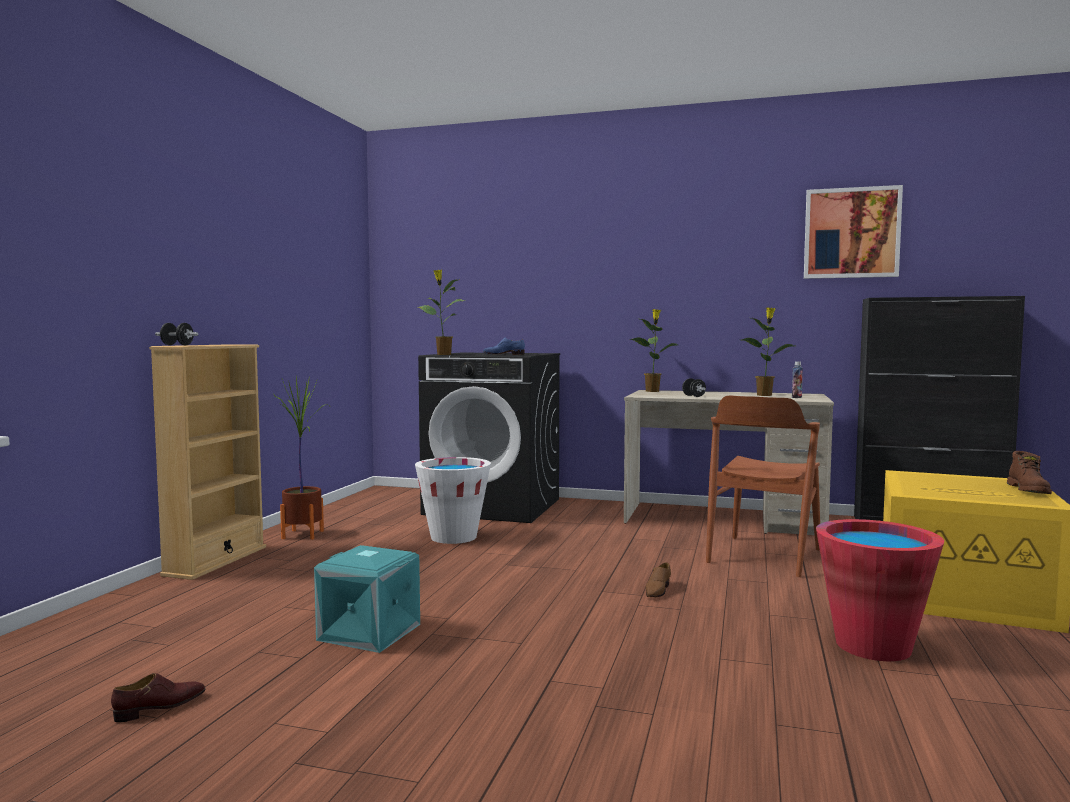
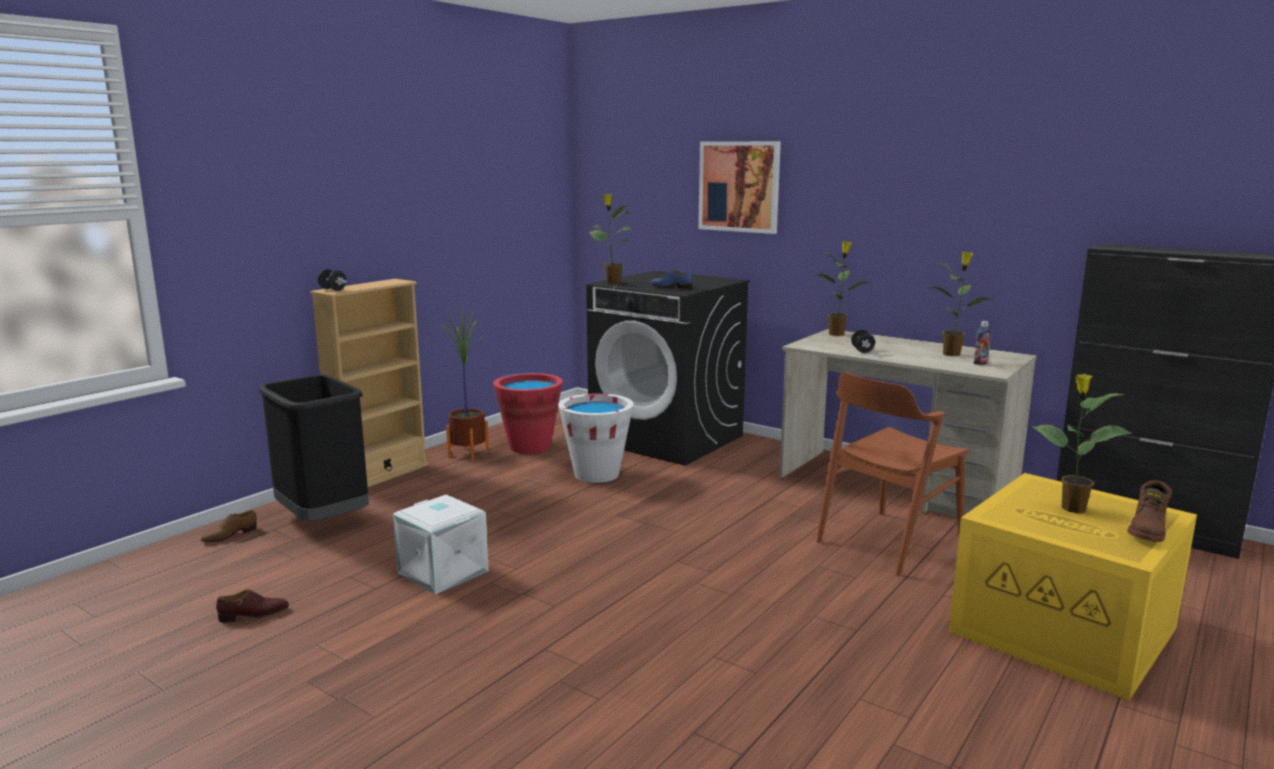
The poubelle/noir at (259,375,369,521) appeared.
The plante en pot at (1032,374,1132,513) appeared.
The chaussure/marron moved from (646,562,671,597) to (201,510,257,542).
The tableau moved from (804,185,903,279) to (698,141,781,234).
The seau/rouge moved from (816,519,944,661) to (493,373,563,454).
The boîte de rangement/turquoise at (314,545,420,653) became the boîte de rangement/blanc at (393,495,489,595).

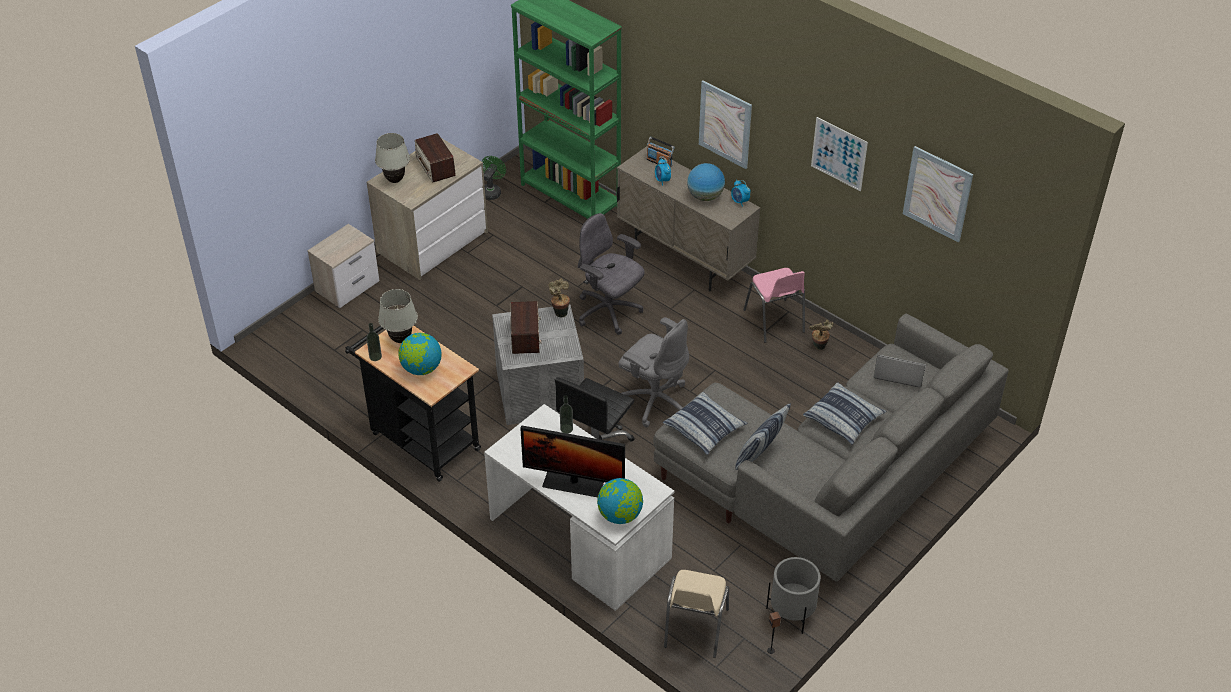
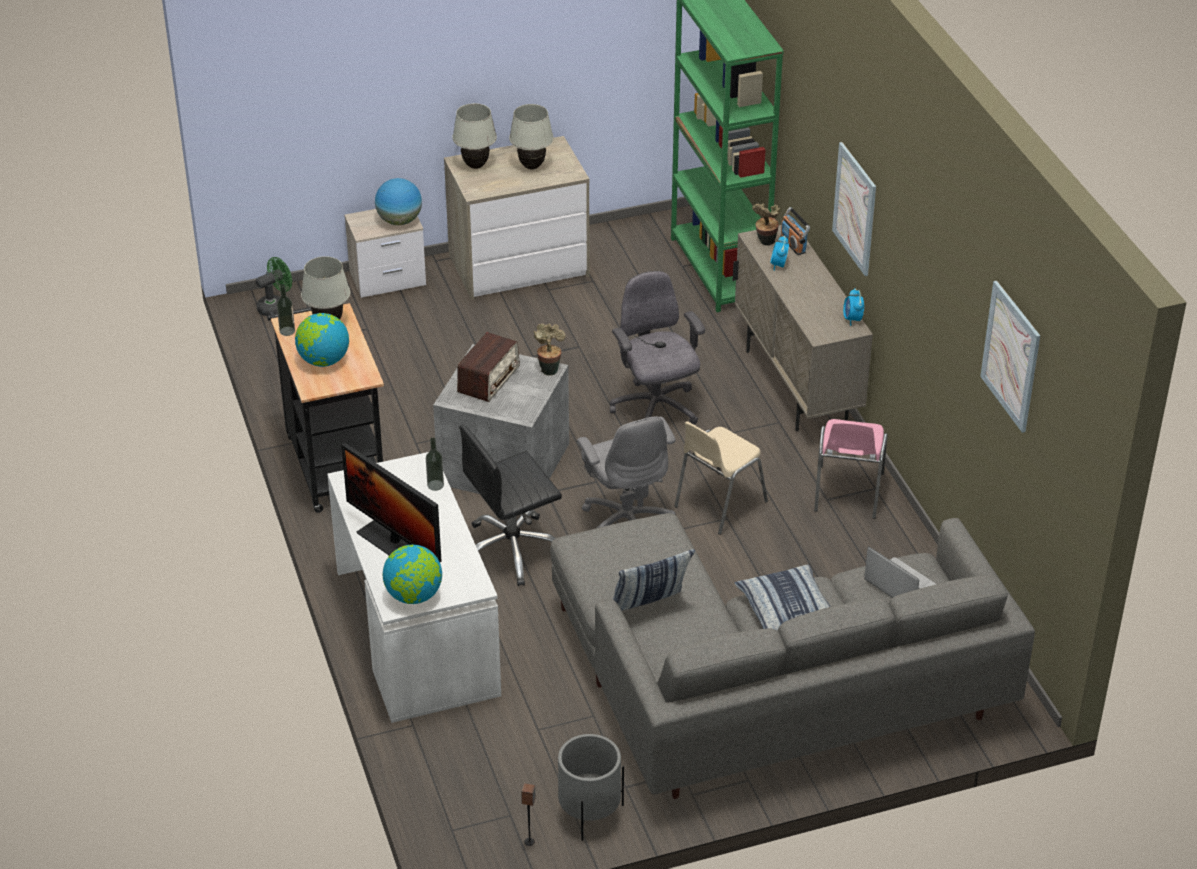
The coussin at (663,392,748,455) disappeared.
The tableau at (811,117,868,191) disappeared.
The ventilateur/vert moved from (482,156,506,200) to (256,257,292,316).
The chaise/beige moved from (664,570,729,658) to (674,421,768,535).
The globe moved from (687,163,725,201) to (375,178,422,225).
The plante en pot moved from (809,320,833,350) to (752,203,781,245).
The radio at (415,133,456,182) was replaced by the lampe de table/blanc at (509,104,554,169).

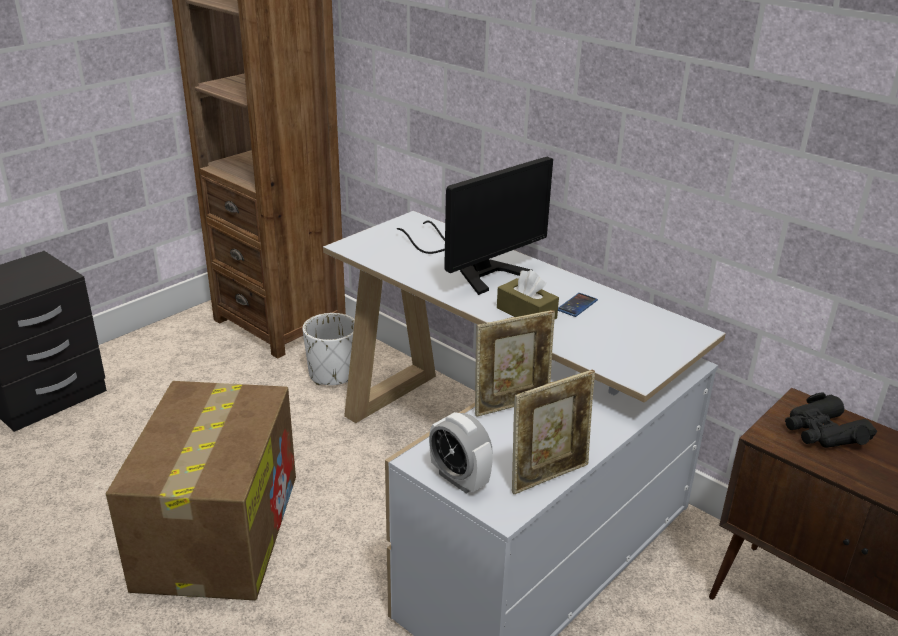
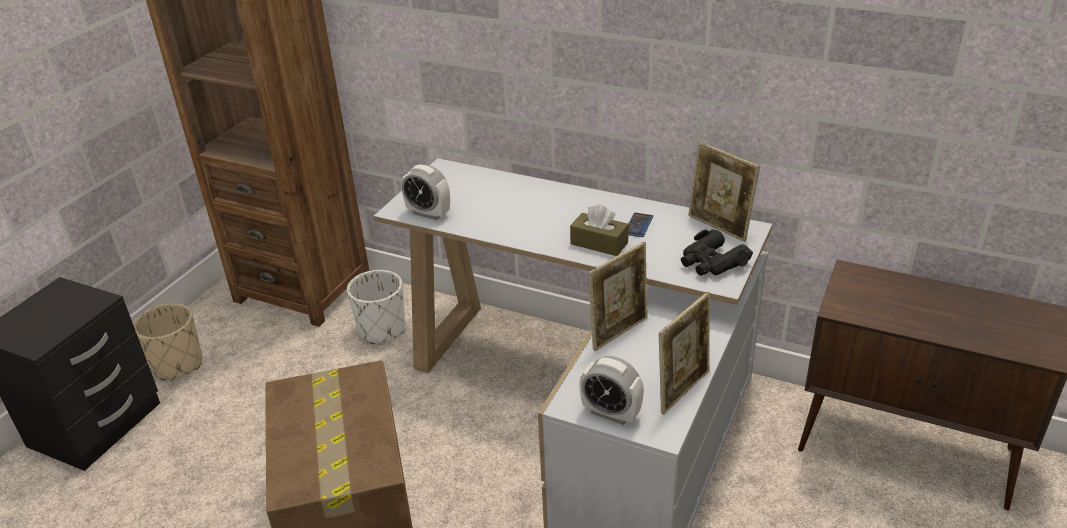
The écran d'ordinateur at (397,157,553,295) disappeared.
The cache-pot/beige at (133,303,202,381) appeared.
The réveil at (401,164,450,220) appeared.
The cadre photo at (688,142,760,242) appeared.
The jumelles/noir moved from (785,393,877,448) to (681,229,753,276).

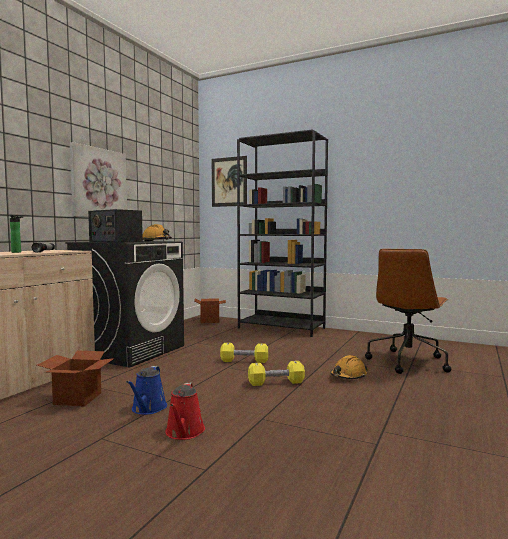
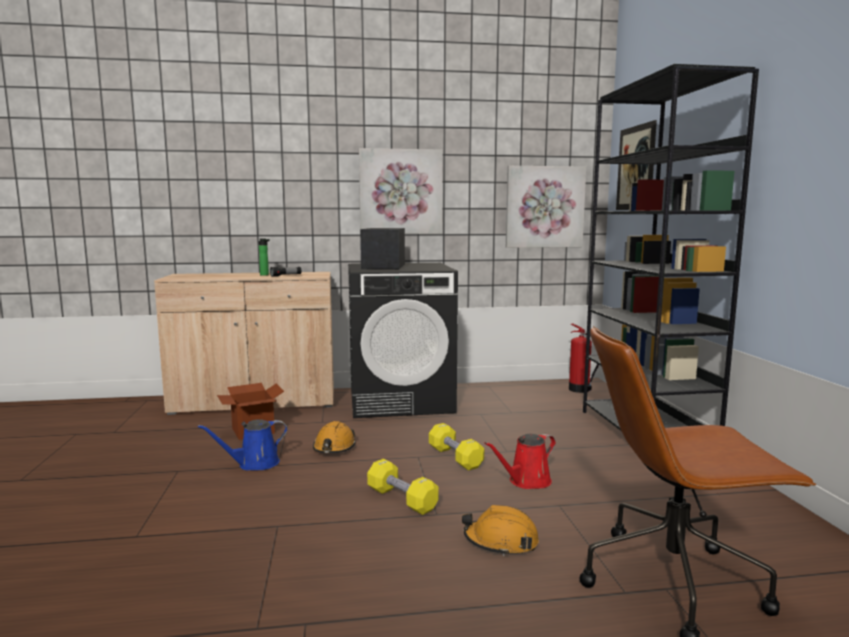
The tableau at (506,166,586,248) appeared.
The casque de chantier/orange moved from (143,224,172,241) to (313,421,356,453).
The arrosoir/rouge moved from (165,383,205,440) to (484,434,556,489).
The carton at (194,298,226,323) was replaced by the extincteur at (569,323,599,393).

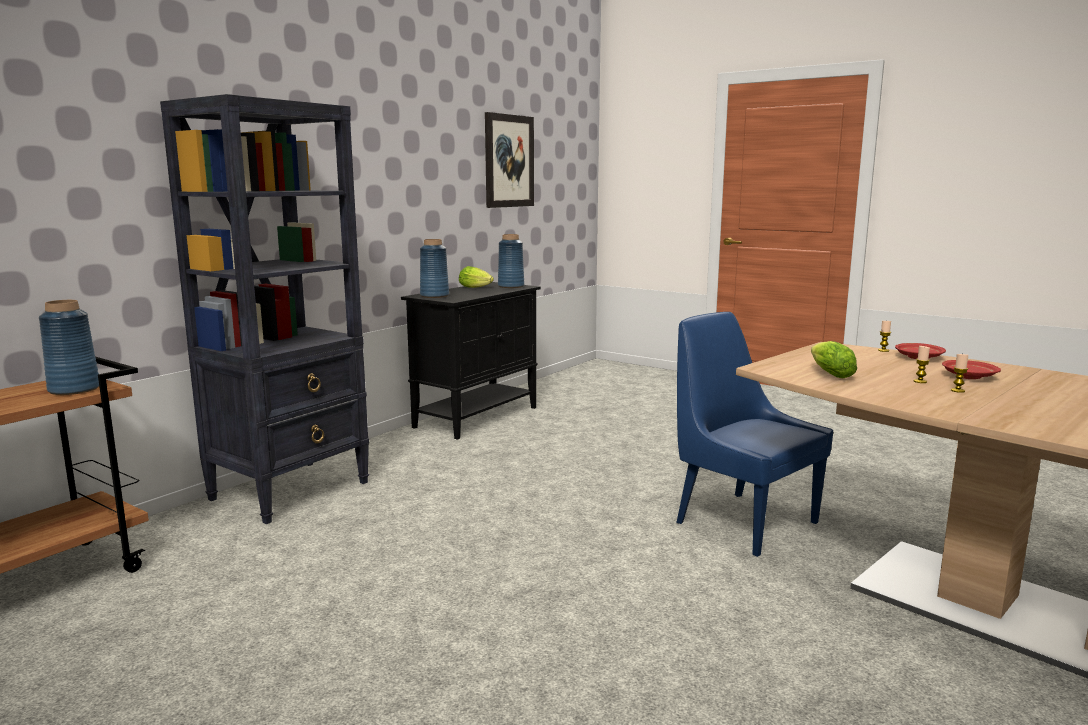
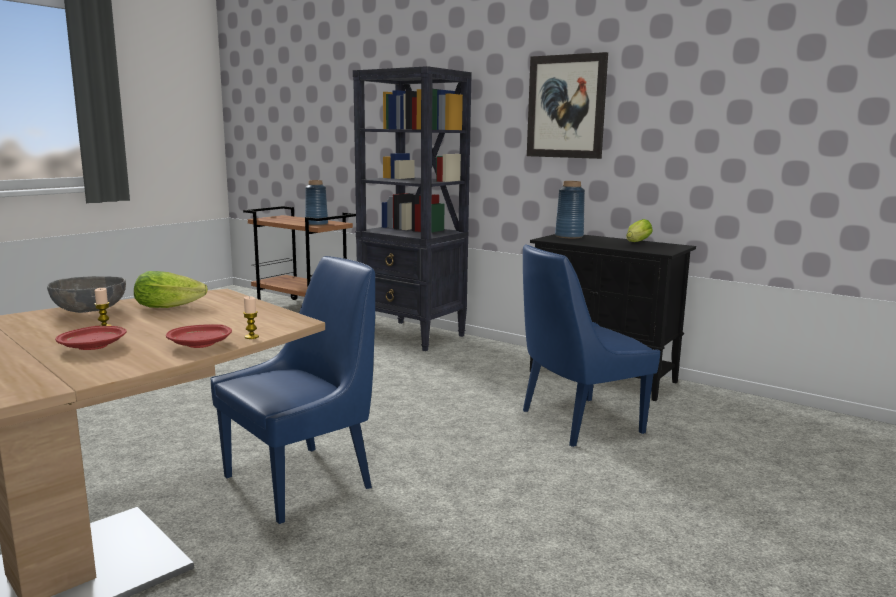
The vase/bleu at (498,234,524,288) disappeared.
The bougie at (951,354,968,393) disappeared.
The bol/gris at (47,276,126,313) appeared.
The chaise/bleu at (523,244,660,447) appeared.
The tableau moved from (485,112,534,208) to (527,52,608,159).

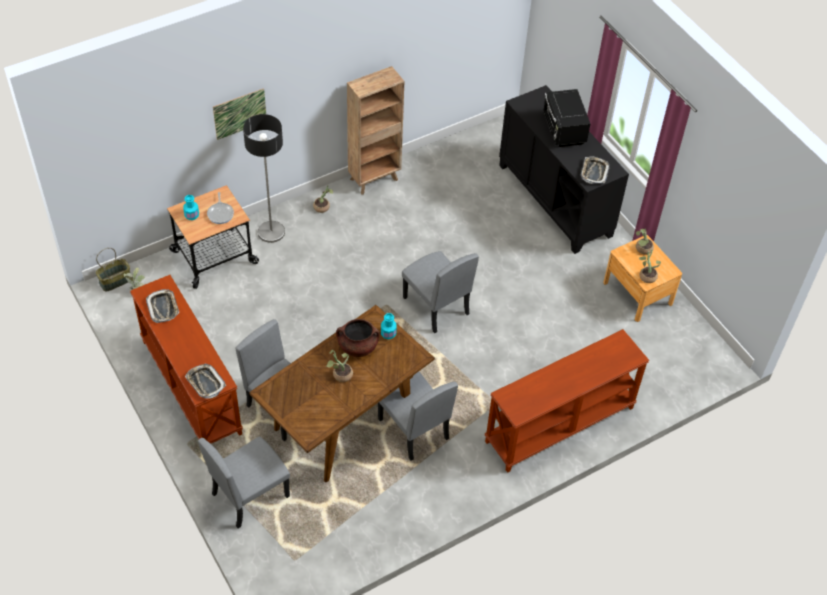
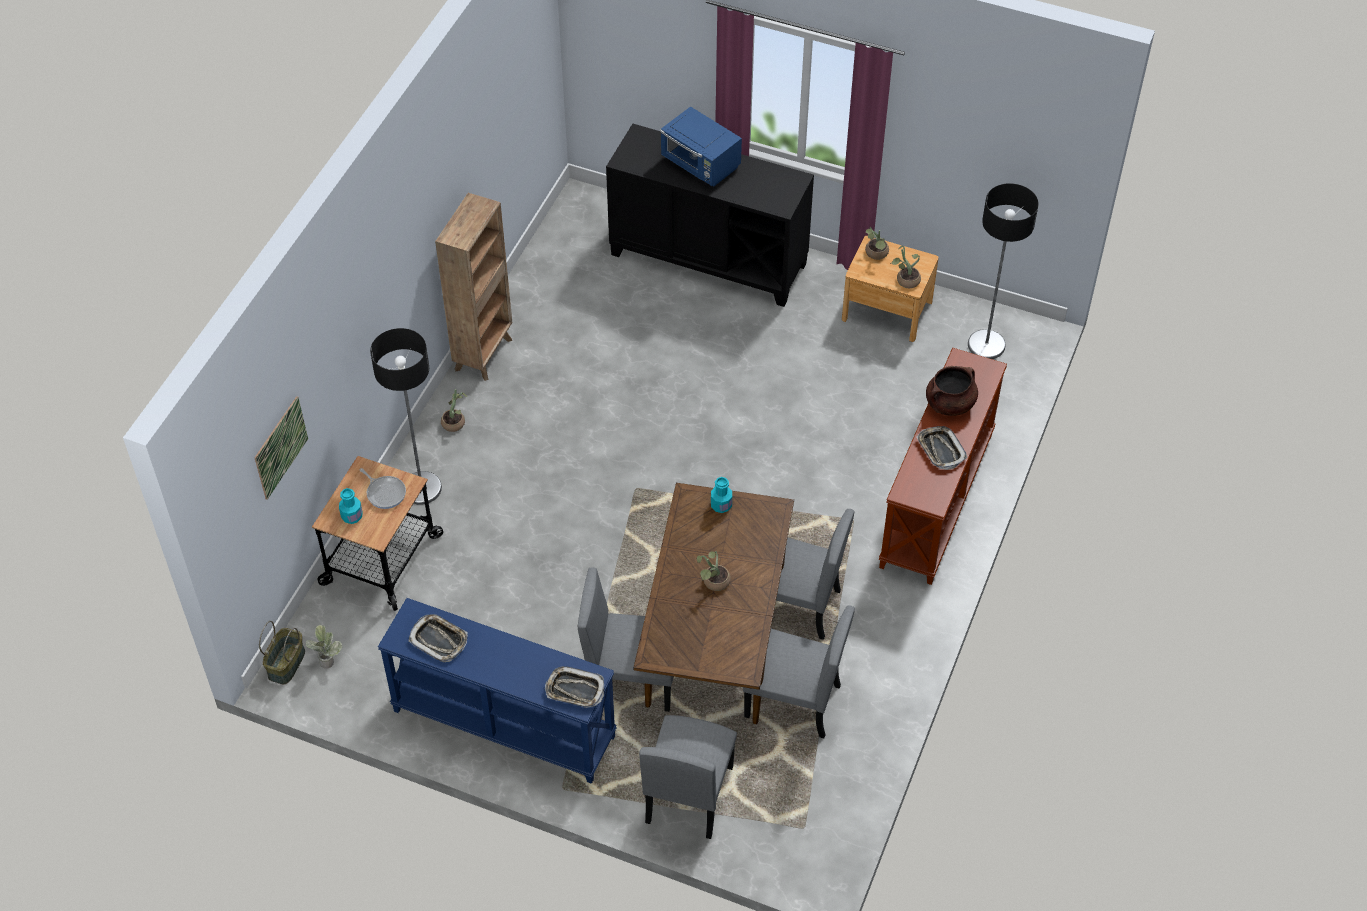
The lampadaire at (968,183,1039,359) appeared.
The tableau moved from (213,88,266,140) to (254,396,308,500).
The marmite/marron moved from (336,319,380,357) to (926,366,978,416).
The chaise/gris moved from (402,251,479,333) to (743,606,855,738).
The plateau moved from (580,156,609,184) to (916,426,967,470).
The table console/marron at (130,275,243,444) became the table console/bleu at (378,598,617,784).
The micro-ondes/noir at (543,89,590,147) became the micro-ondes/bleu at (660,106,742,186).

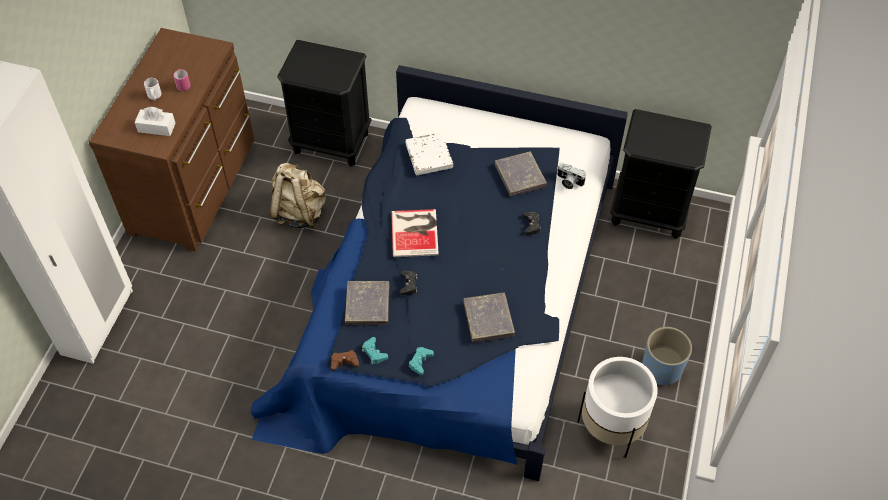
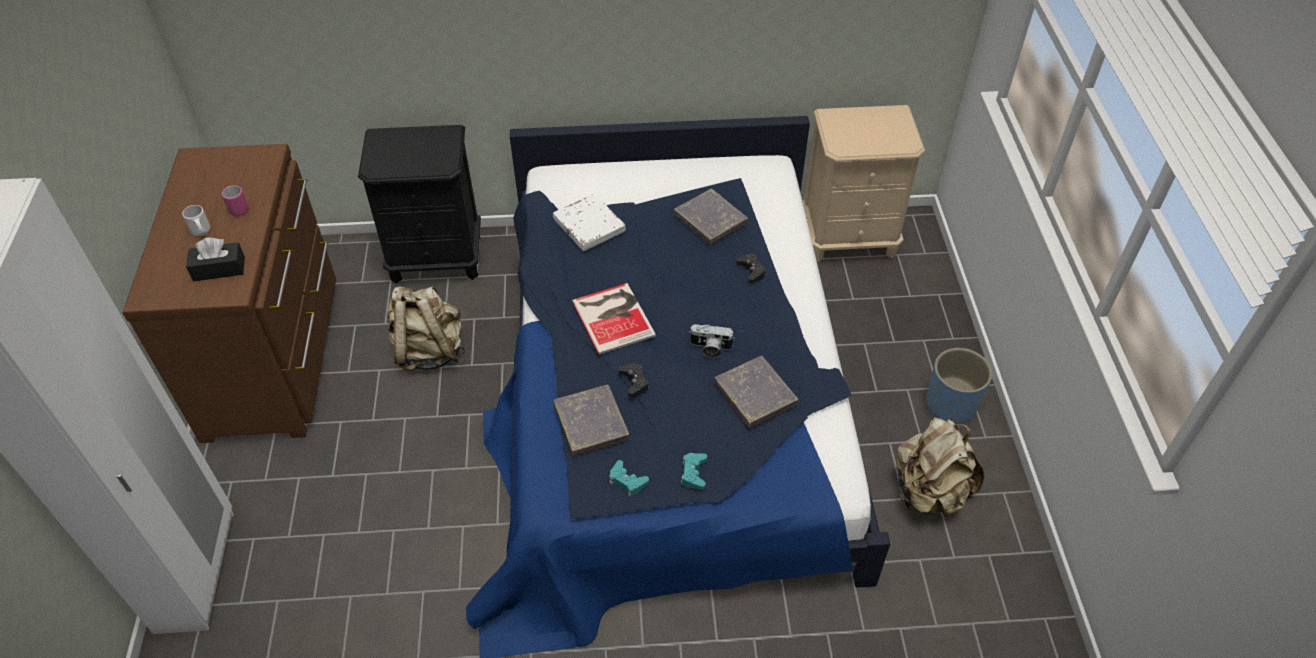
The manette/marron at (331,350,359,371) disappeared.
The appareil photo moved from (557,163,586,189) to (690,324,734,358).
The cache-pot/blanc at (577,357,657,458) was replaced by the sac à dos/beige at (896,418,984,515).
The boîte à mouchoirs/blanc at (135,107,175,136) became the boîte à mouchoirs/noir at (186,237,245,281).
The table de chevet/noir at (610,109,712,239) became the table de chevet/beige at (802,105,925,262).

